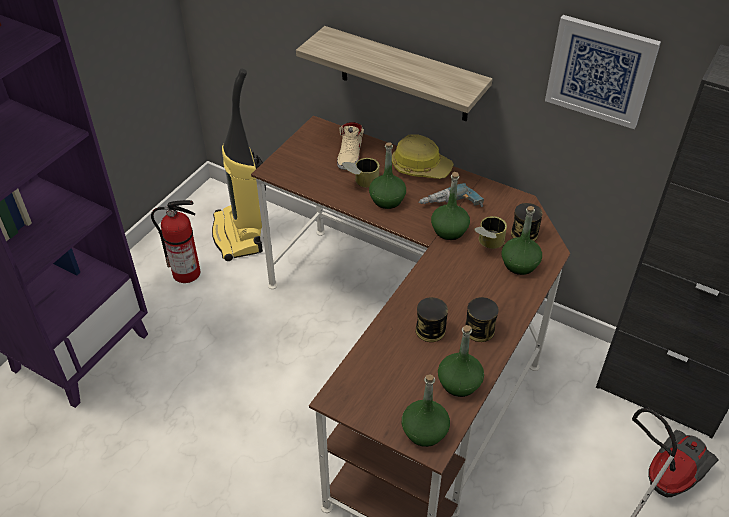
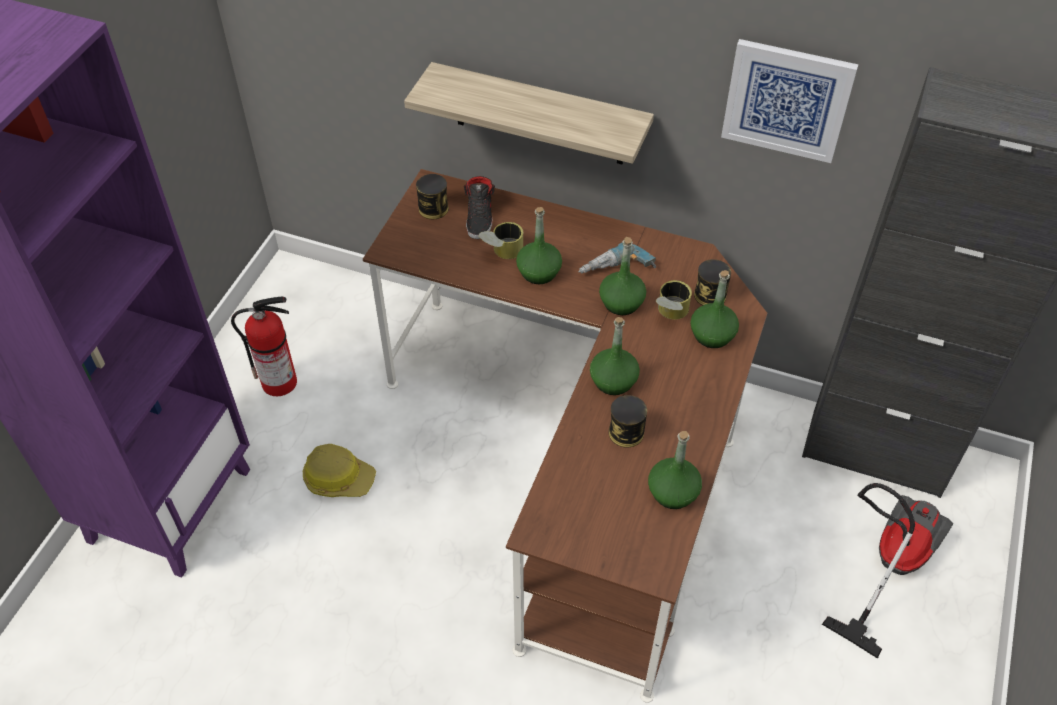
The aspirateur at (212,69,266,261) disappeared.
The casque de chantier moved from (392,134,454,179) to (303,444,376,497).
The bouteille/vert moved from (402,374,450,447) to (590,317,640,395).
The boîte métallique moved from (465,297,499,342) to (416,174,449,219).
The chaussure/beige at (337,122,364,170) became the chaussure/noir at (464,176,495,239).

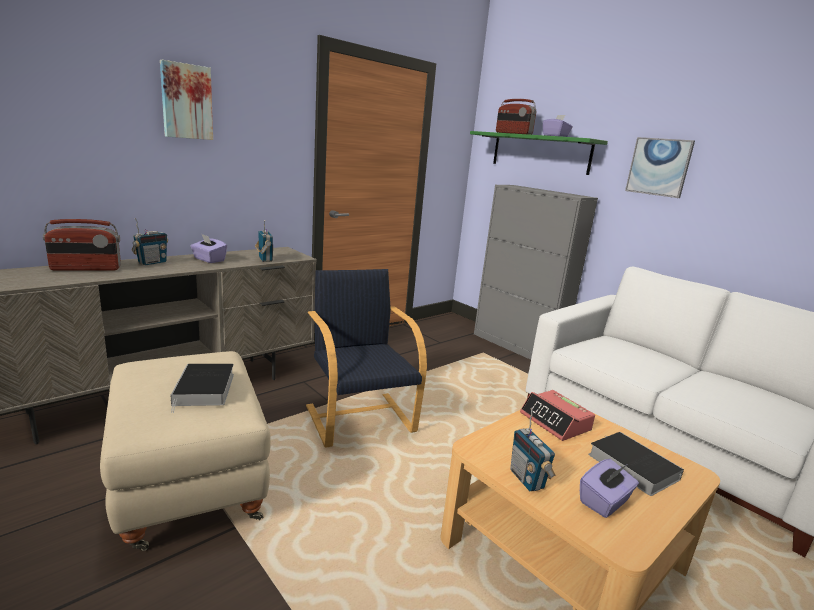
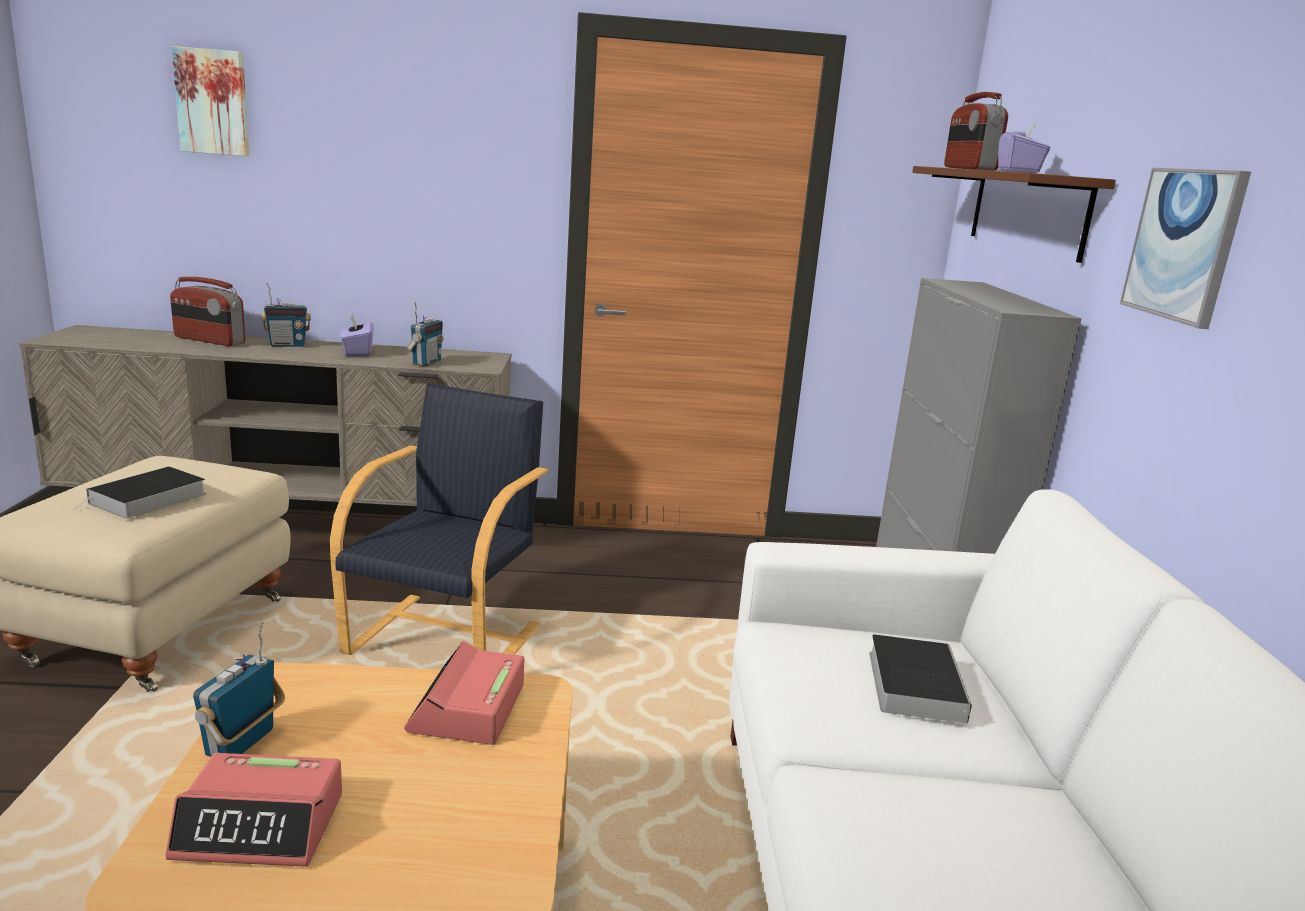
The tableau moved from (160,60,213,140) to (171,46,249,156).
The livre moved from (588,432,684,496) to (869,634,972,723).
The boîte à mouchoirs/violet at (580,459,639,518) was replaced by the réveil at (166,753,342,867).
The étagère/vert at (470,131,608,175) became the étagère/marron at (912,166,1116,263).

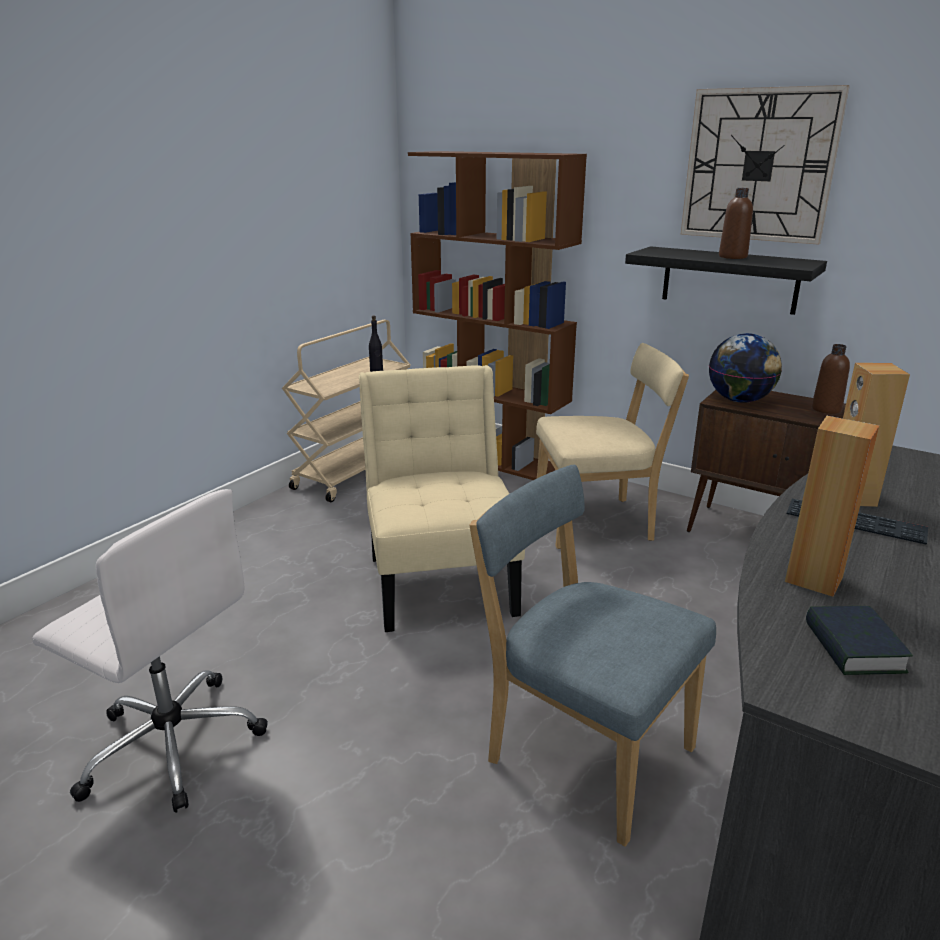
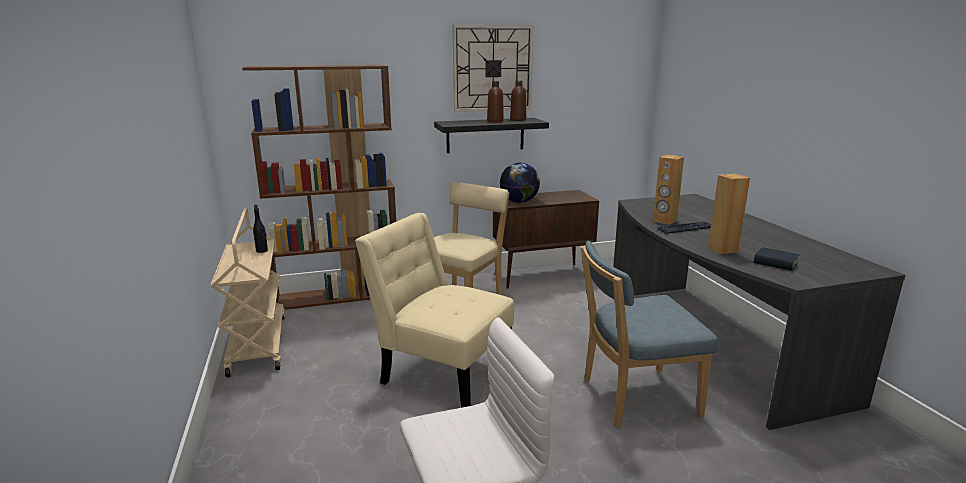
The bouteille/marron moved from (812,344,850,414) to (510,81,526,121).

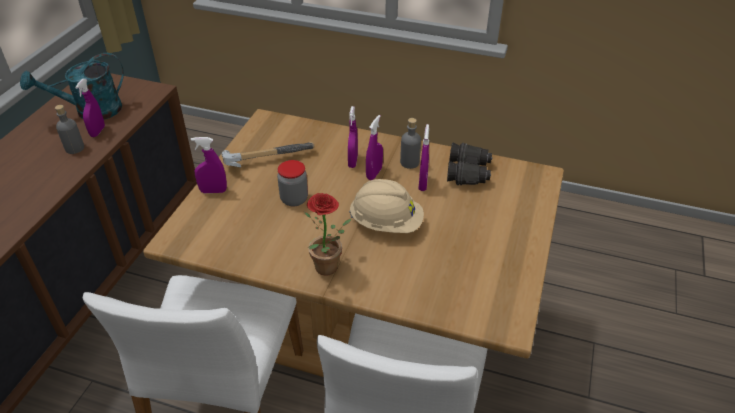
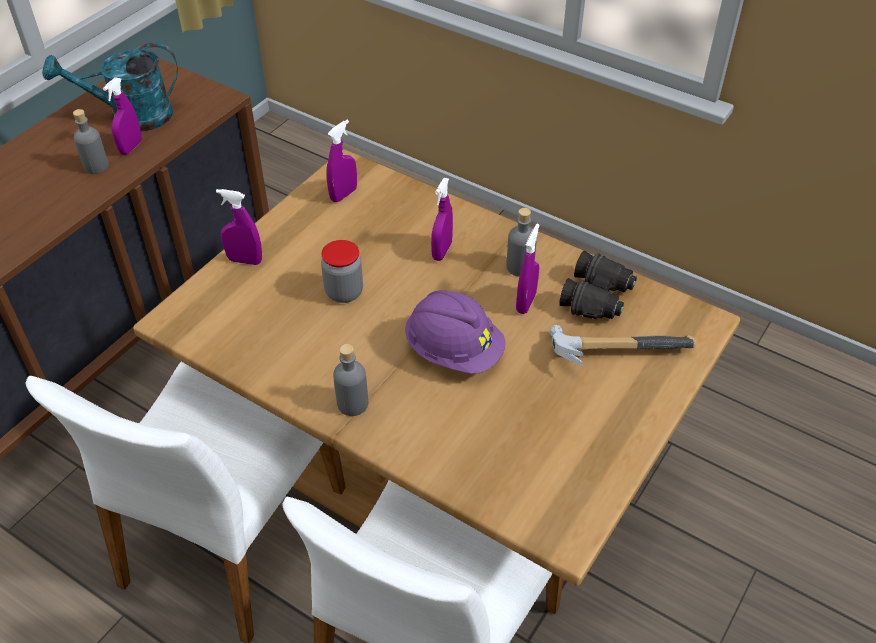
The marteau moved from (222,142,314,167) to (549,325,696,366).
The vaporisateur/violet moved from (366,115,383,180) to (327,120,357,202).
The plante en pot at (304,193,351,276) was replaced by the bouteille/gris at (333,344,368,416).
The casque de chantier/beige at (349,179,424,233) became the casque de chantier/violet at (405,290,506,374).

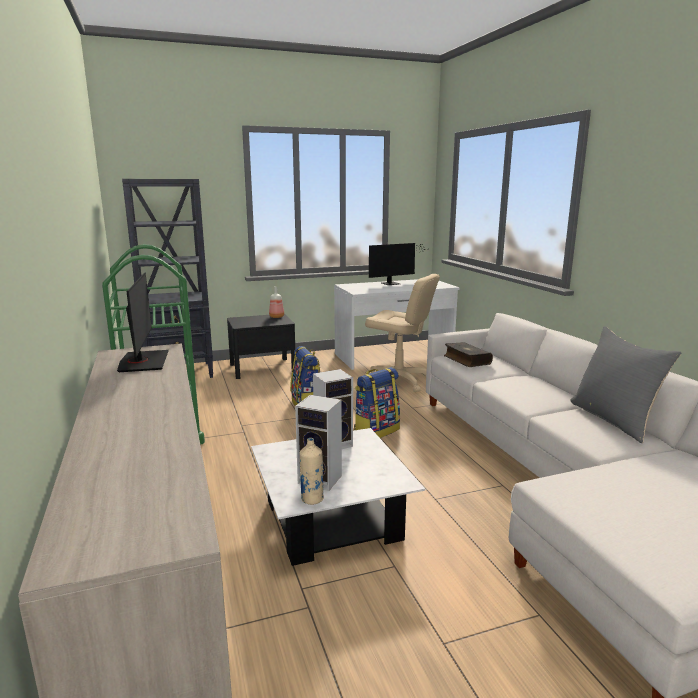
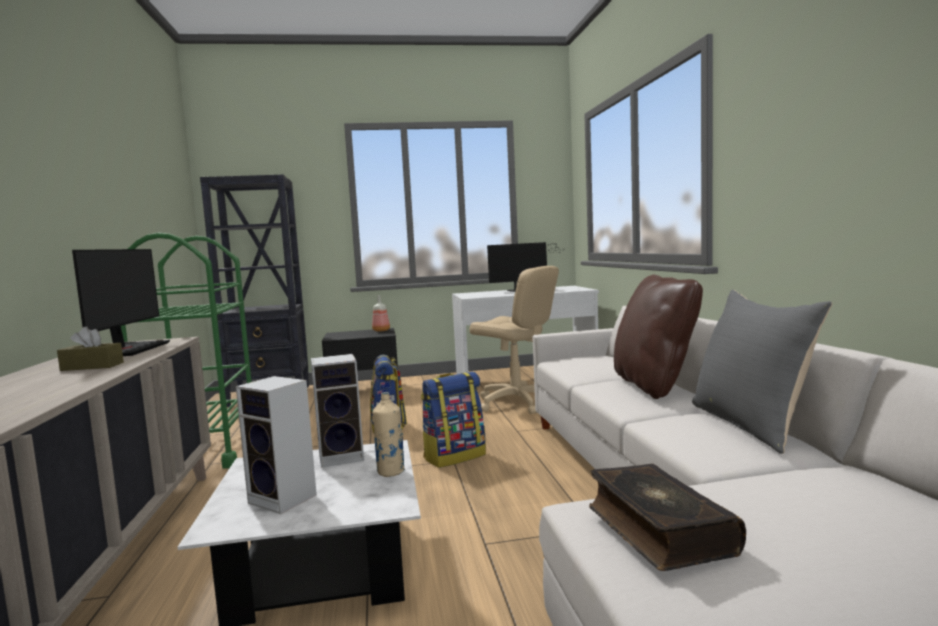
The boîte à mouchoirs/marron at (57,327,124,371) appeared.
The coussin/marron at (614,275,703,399) appeared.
The bouteille/beige moved from (300,438,324,505) to (372,392,405,477).
The livre moved from (444,342,493,367) to (589,464,746,571).

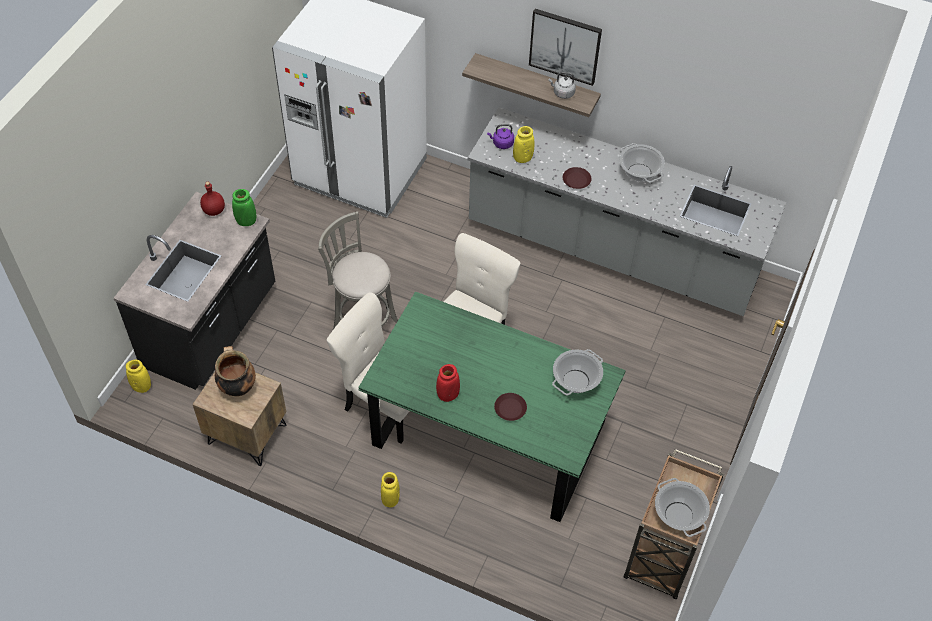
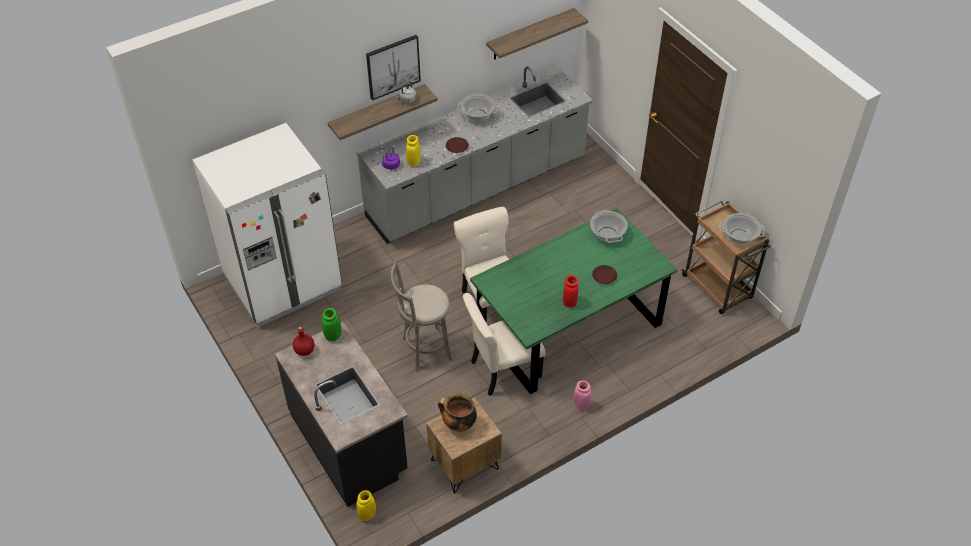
The étagère at (486,8,588,60) appeared.
The vase/jaune at (381,472,400,507) became the vase/rose at (573,380,591,411).

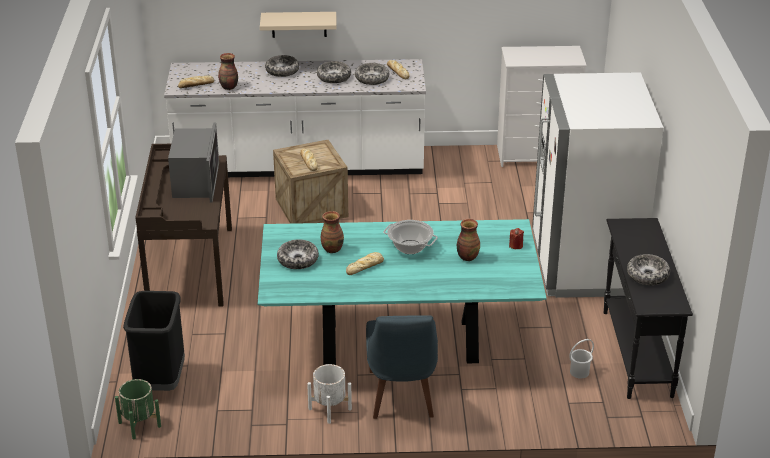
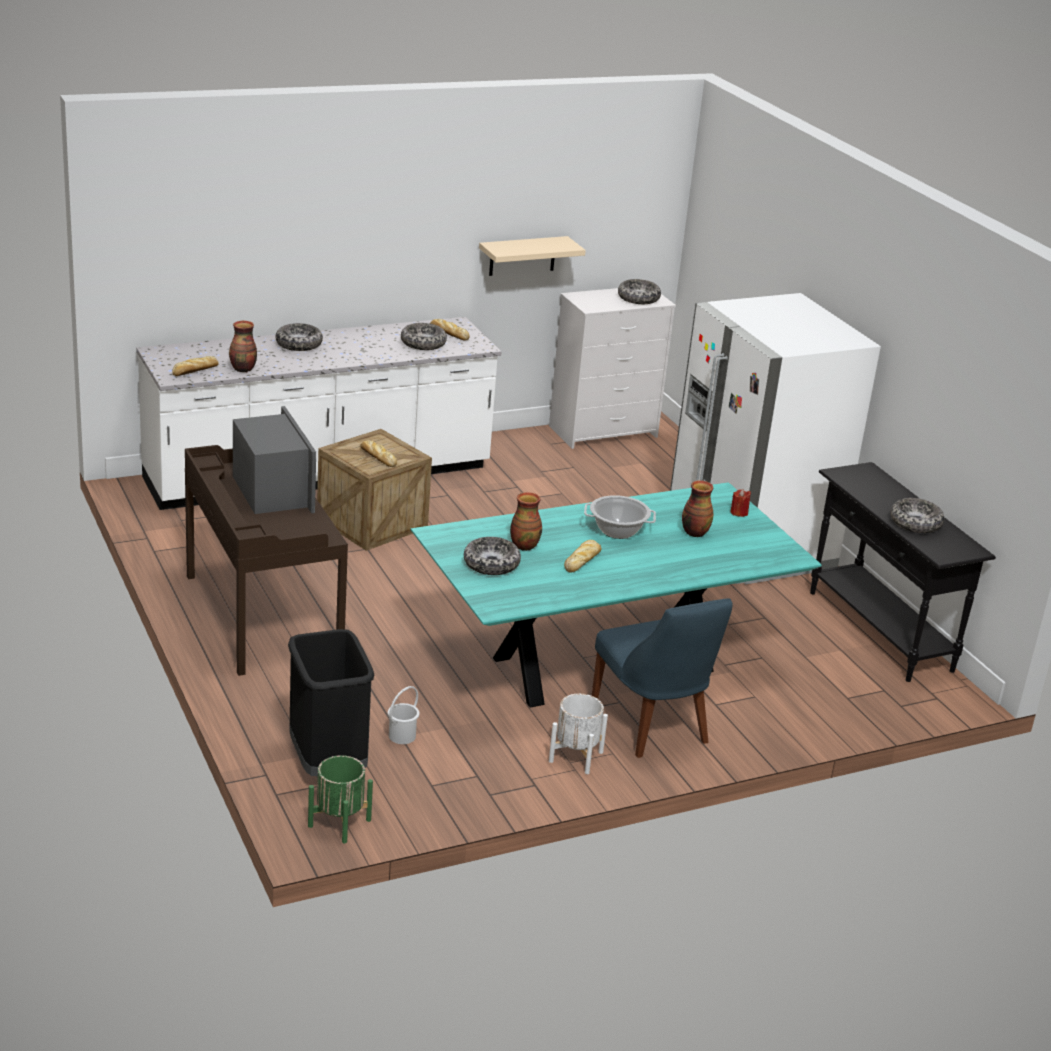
The étagère/beige moved from (260,12,336,38) to (479,236,586,276).
The bol moved from (317,61,351,83) to (618,279,661,304).
The seau/blanc moved from (569,339,594,379) to (388,686,419,744).

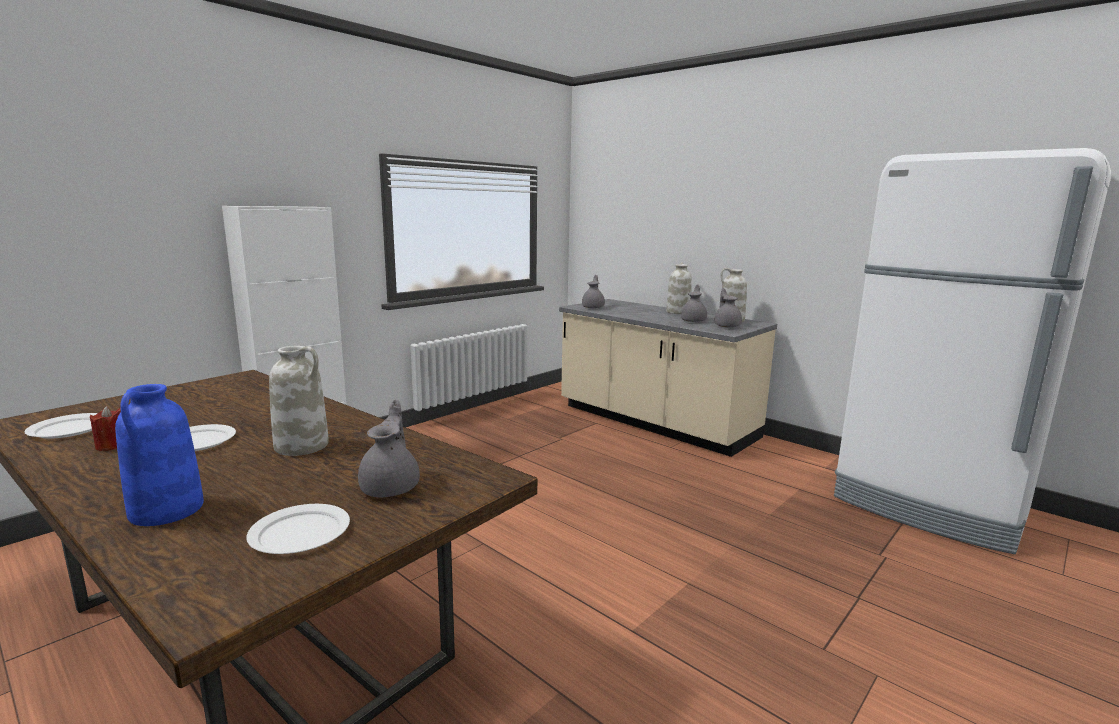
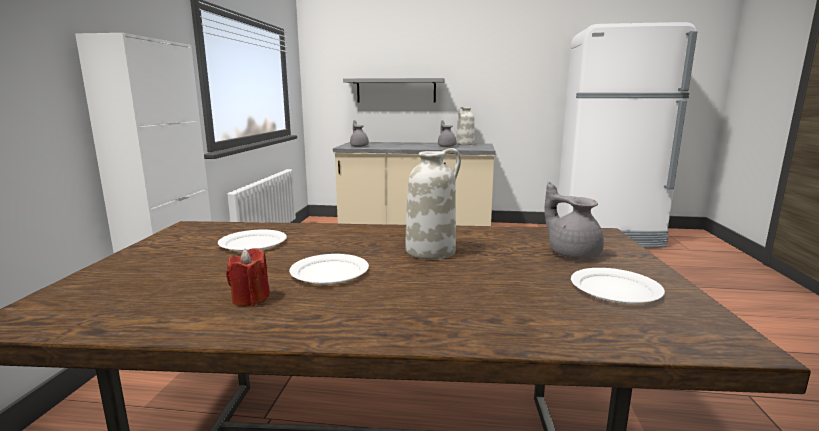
The vase/bleu at (115,384,204,526) disappeared.
The vase/blanc at (666,262,692,314) disappeared.
The théière/gris at (714,288,742,327) disappeared.
The étagère/gris at (343,78,445,103) appeared.
The assiette/blanc moved from (25,413,98,439) to (218,230,287,252).

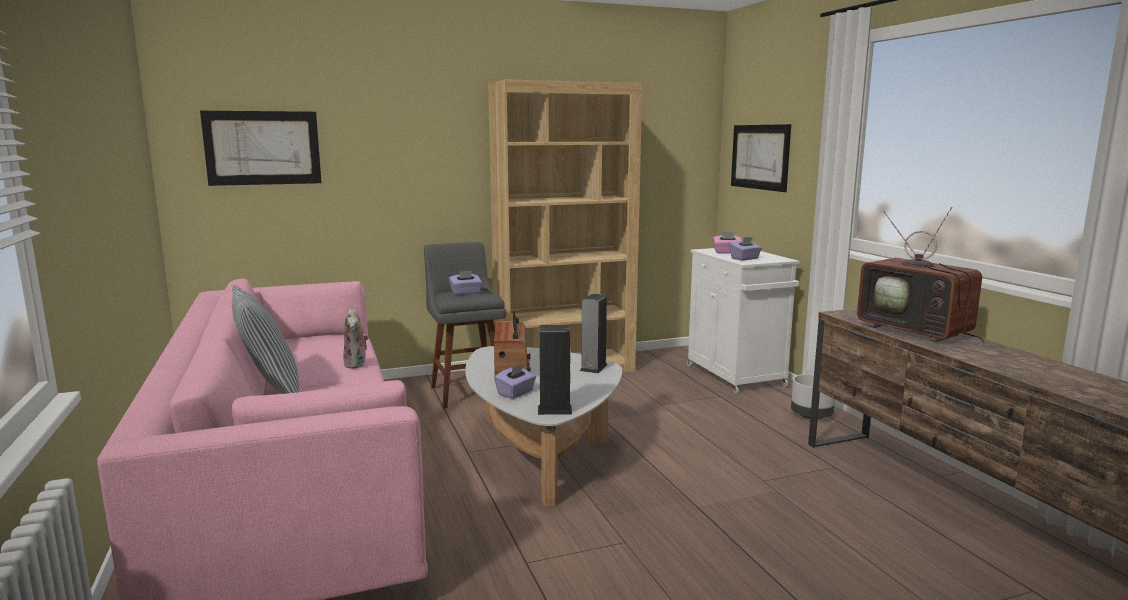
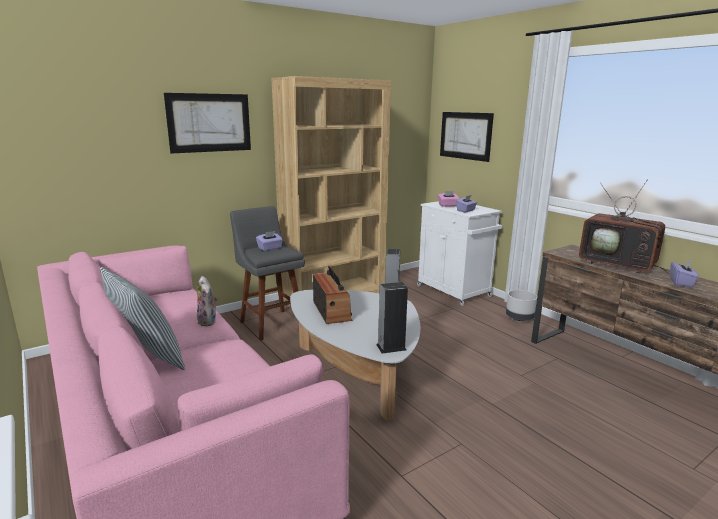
The tableau moved from (200,111,321,186) to (164,93,251,154).
The boîte à mouchoirs/violet moved from (494,364,536,399) to (670,259,699,287).

